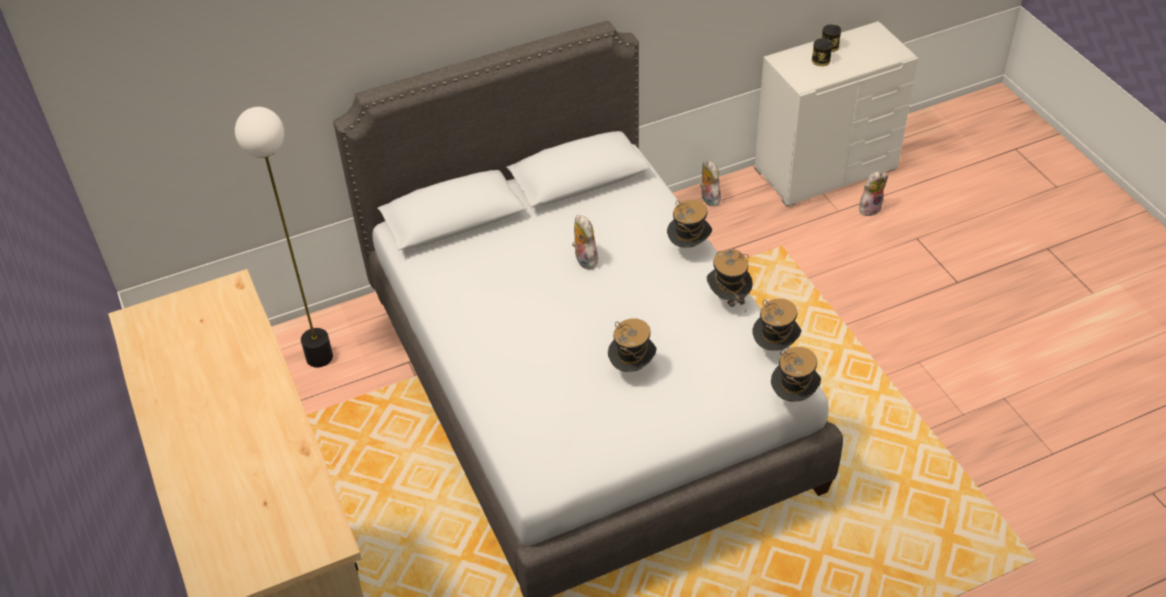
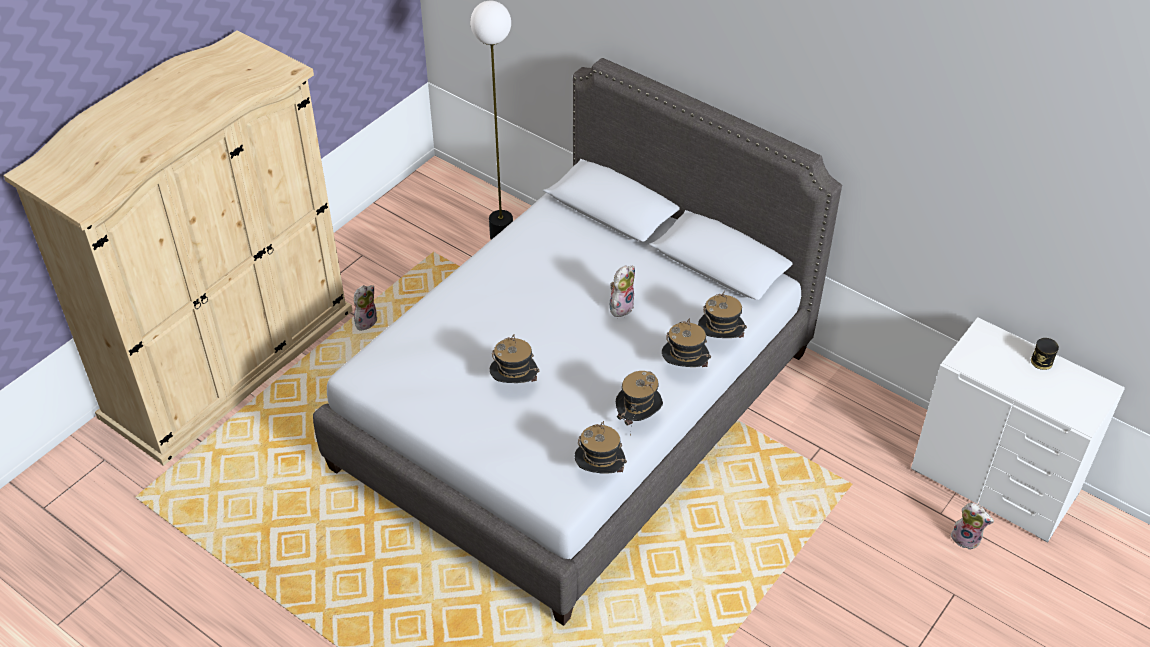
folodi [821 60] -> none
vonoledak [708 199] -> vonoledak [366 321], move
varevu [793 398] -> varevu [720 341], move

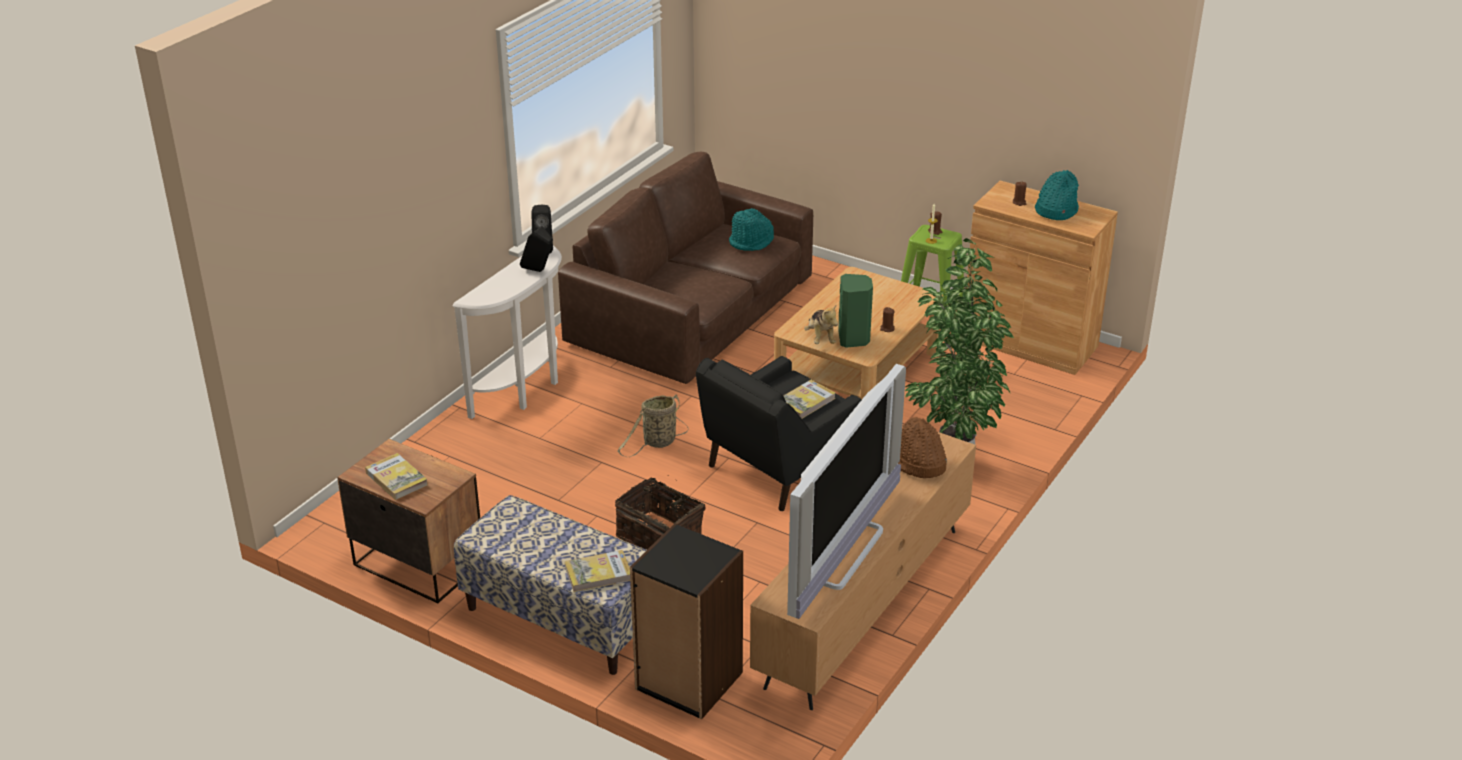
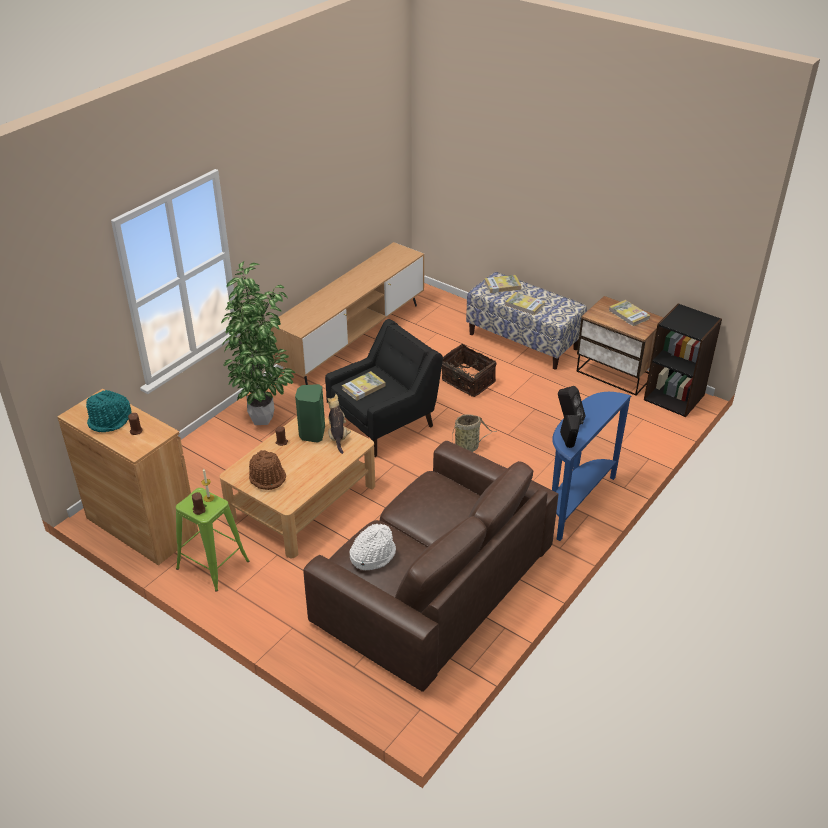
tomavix [843 552] -> none
none -> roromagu [524 305]
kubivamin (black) [688 681] -> kubivamin (black) [674 397], move
varevu (brown) [918 464] -> varevu (brown) [267 477], move
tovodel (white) [525 389] -> tovodel (blue) [575 502]
varevu (turquoise) [751 242] -> varevu (white) [372 555]

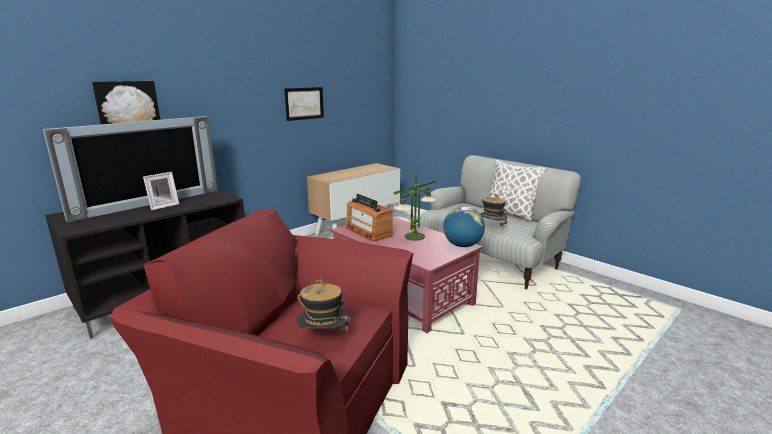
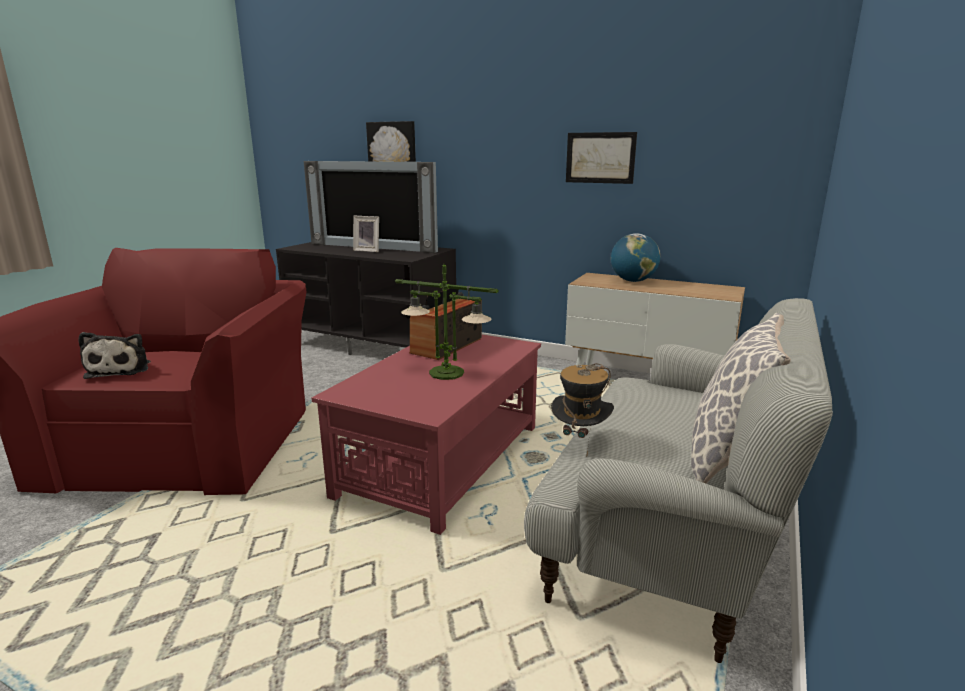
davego [462 245] -> davego [633 281], move
varevu [323 341] -> vonoledak [121 369]

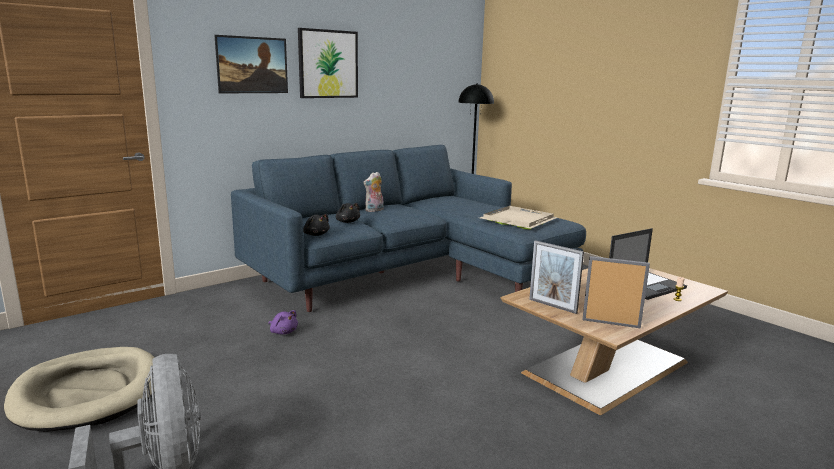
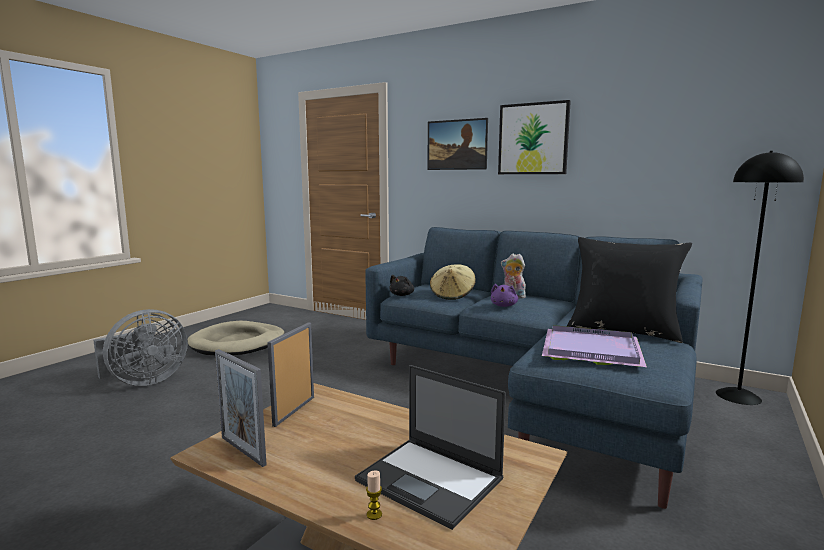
none -> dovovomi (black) [623 330]
vonoledak (purple) [283 332] -> vonoledak (purple) [504 306], move
vonoledak (black) [347 222] -> varevu (beige) [452 295]
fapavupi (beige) [518 220] -> fapavupi (purple) [589 350]
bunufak [611 323] -> bunufak [243 451], 135 degrees clockwise

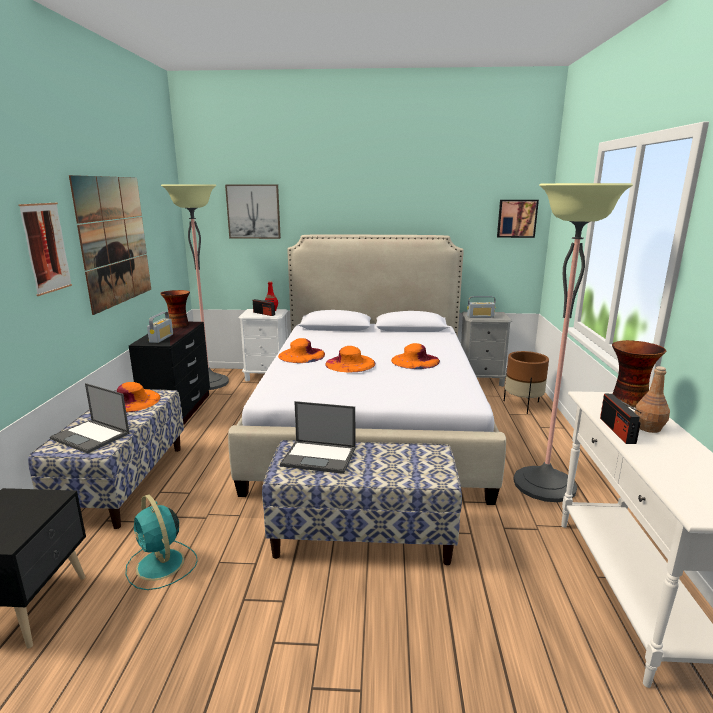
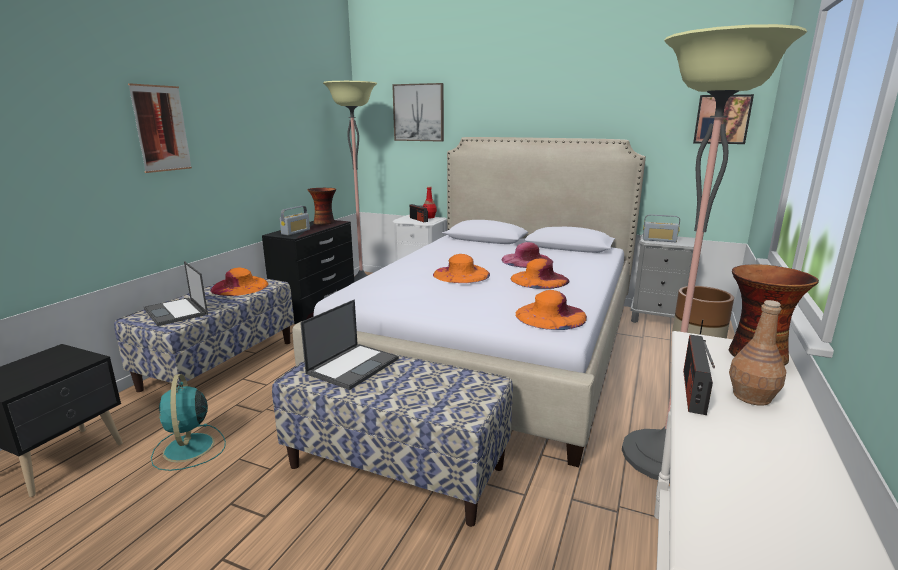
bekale [114 241] -> none
none -> varevu (pink) [527 260]
varevu (orange) [301 355] -> varevu (orange) [550 315], move
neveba [320 457] -> neveba [353 365], 90 degrees counterclockwise

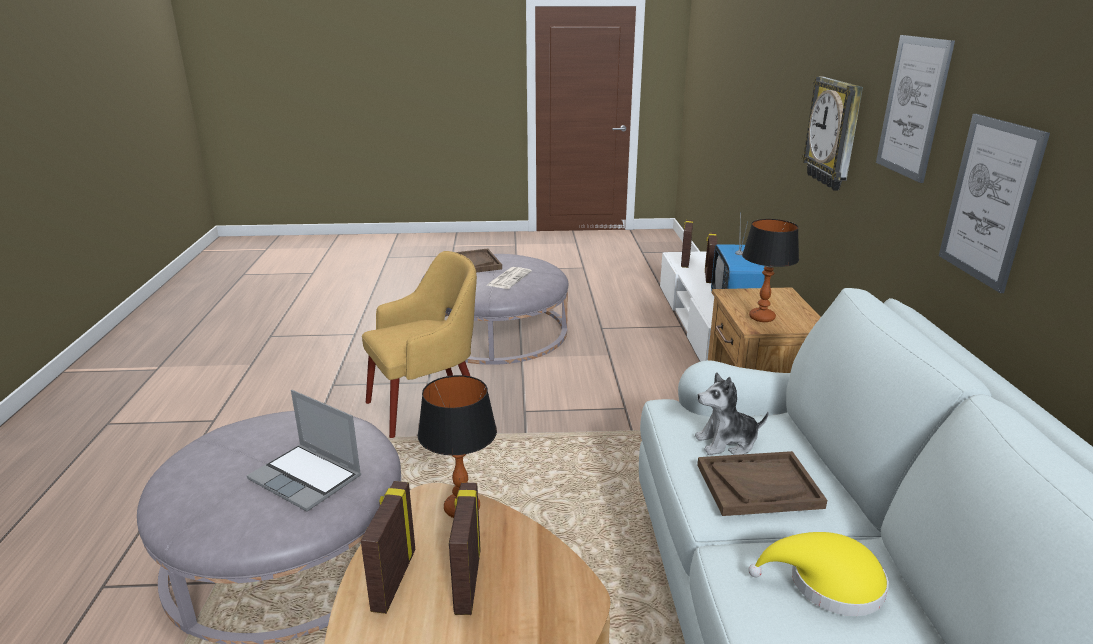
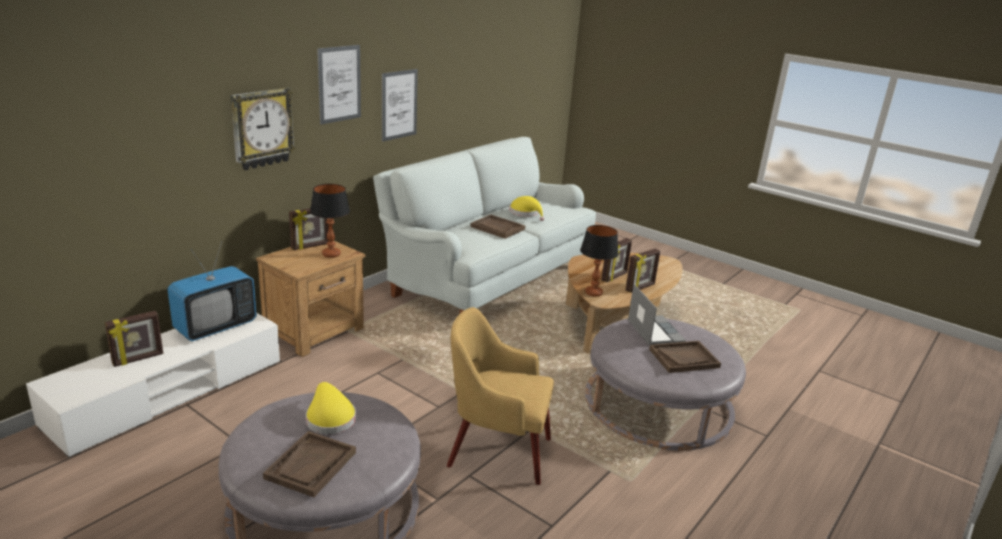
vonoledak [727 443] -> none
none -> fapavupi (brown) [684 358]
bunufak [685 261] -> bunufak [310 246], move
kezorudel [509 278] -> varevu (yellow) [329 418]

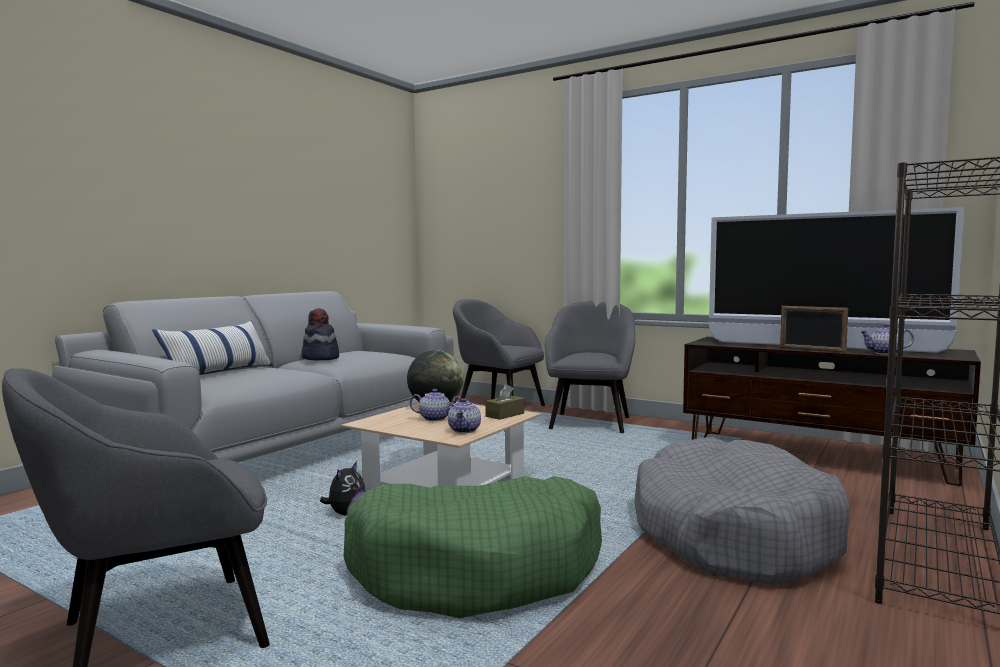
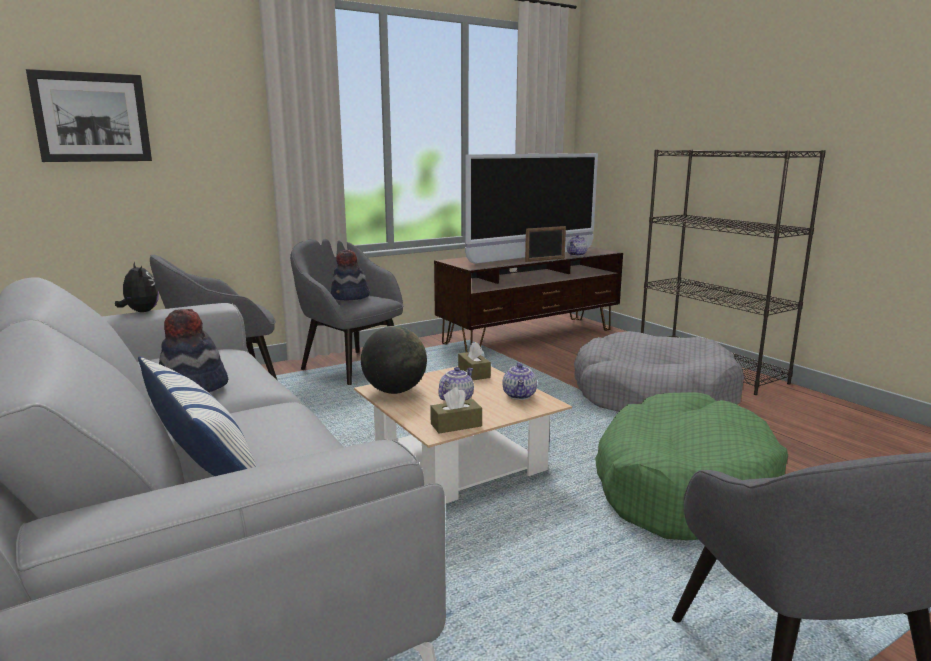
none -> bekale [92 117]
none -> varevu [350 297]
none -> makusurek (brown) [456 425]
vonoledak [346 513] -> vonoledak [140 312], move
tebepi [465 430] -> tebepi [520 395], 60 degrees clockwise

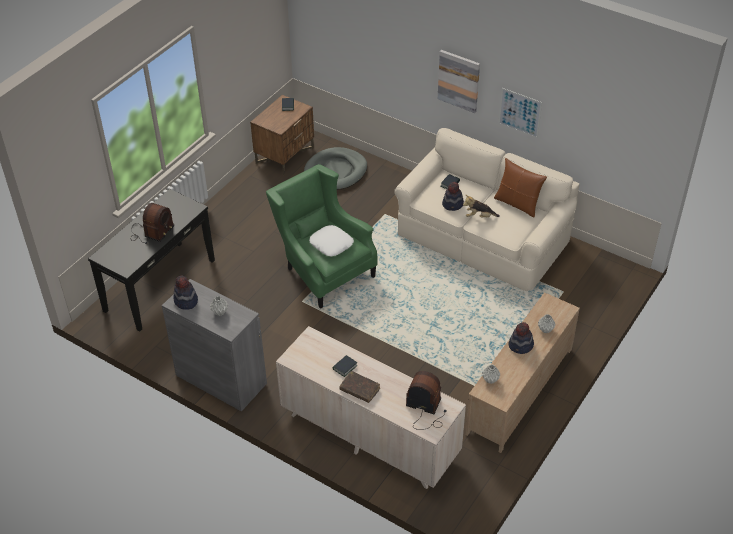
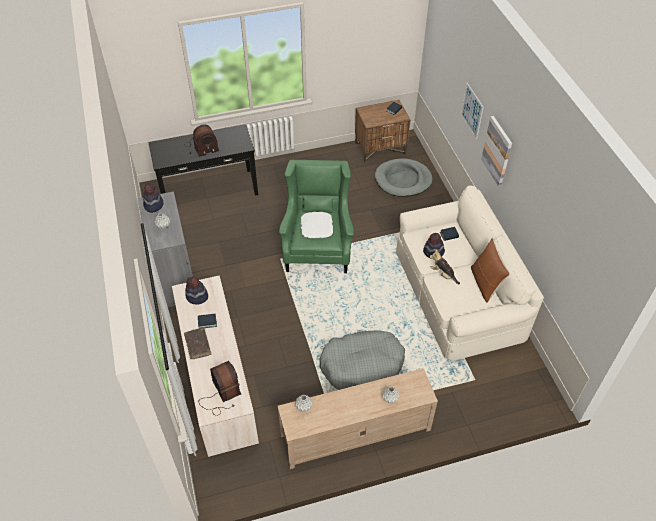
none -> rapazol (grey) [362 366]
bekale [520 112] -> bekale [471 110], move
varevu [521 346] -> varevu [197 297], move

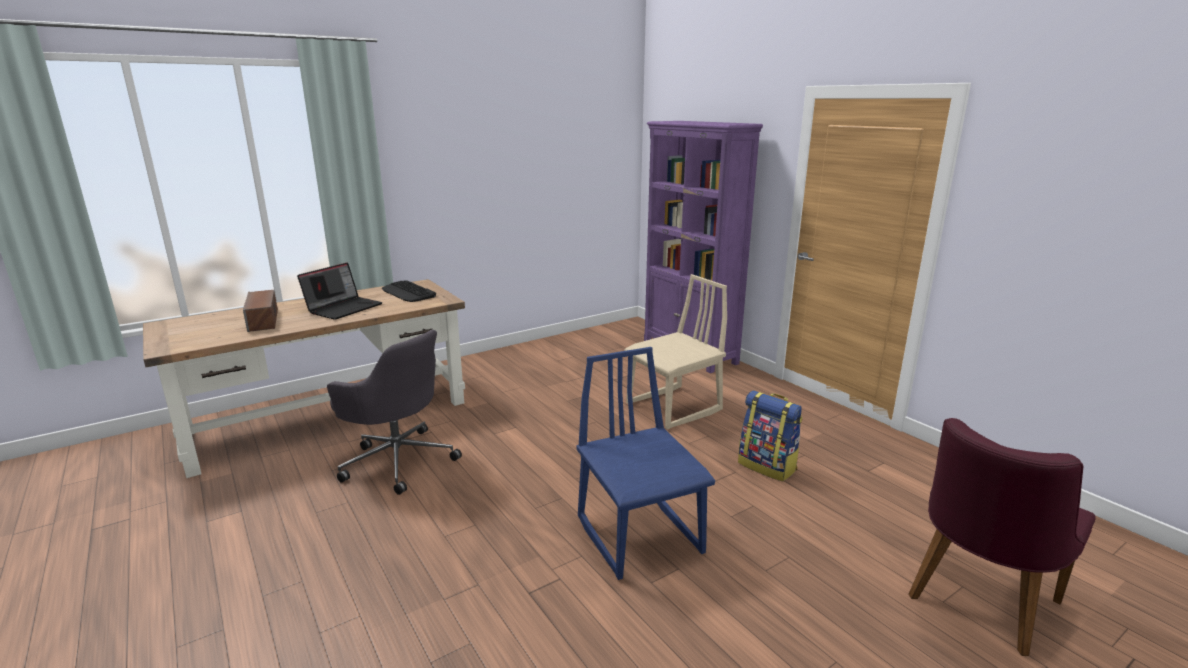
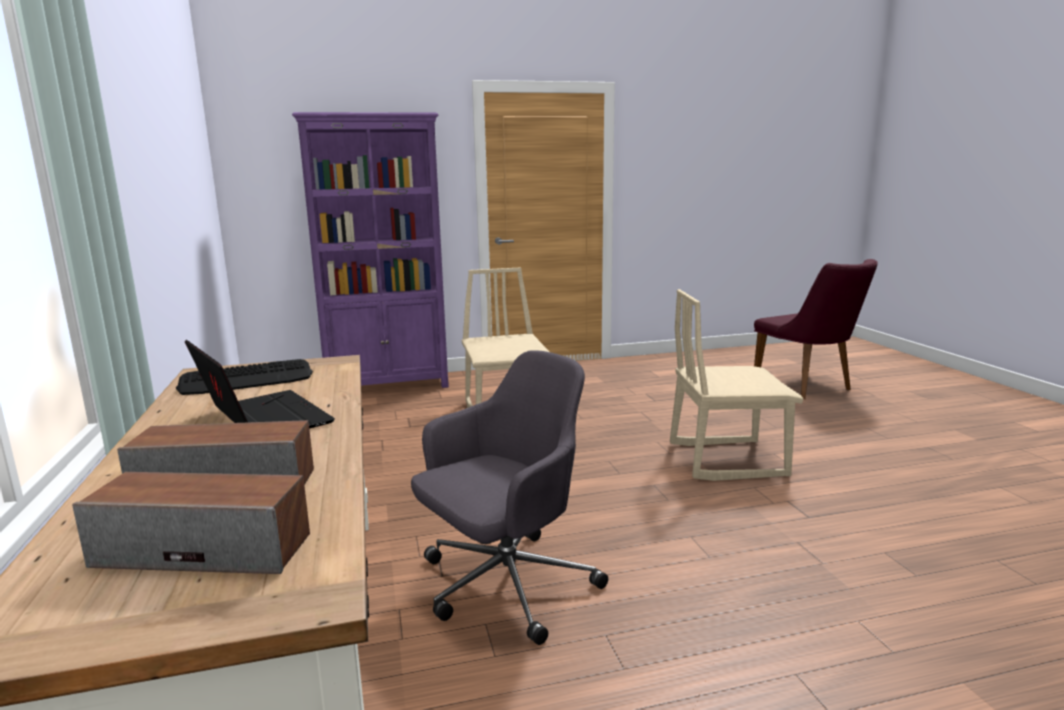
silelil [767 466] -> none
none -> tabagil [204 549]
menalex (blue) [640 535] -> menalex (beige) [726 459]

